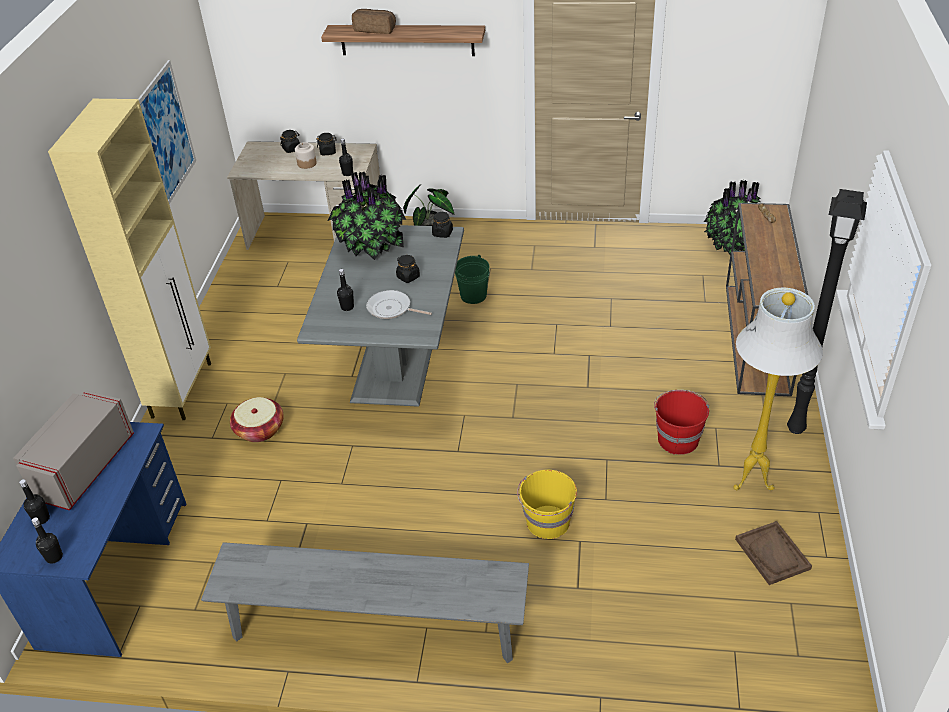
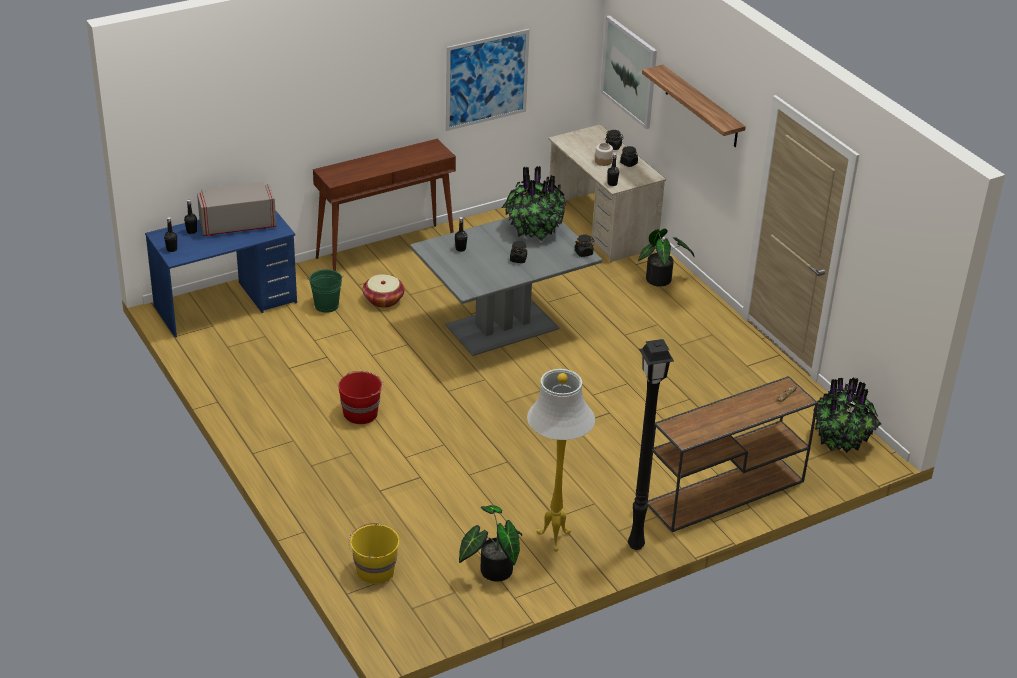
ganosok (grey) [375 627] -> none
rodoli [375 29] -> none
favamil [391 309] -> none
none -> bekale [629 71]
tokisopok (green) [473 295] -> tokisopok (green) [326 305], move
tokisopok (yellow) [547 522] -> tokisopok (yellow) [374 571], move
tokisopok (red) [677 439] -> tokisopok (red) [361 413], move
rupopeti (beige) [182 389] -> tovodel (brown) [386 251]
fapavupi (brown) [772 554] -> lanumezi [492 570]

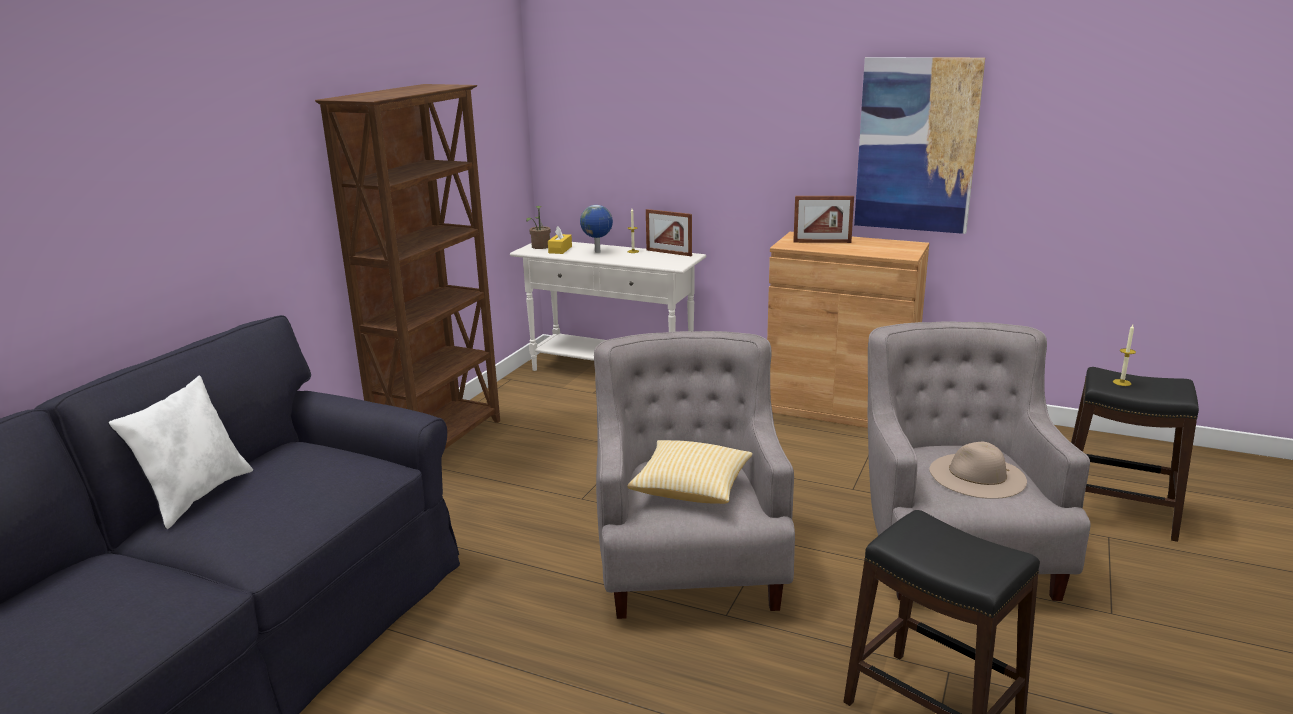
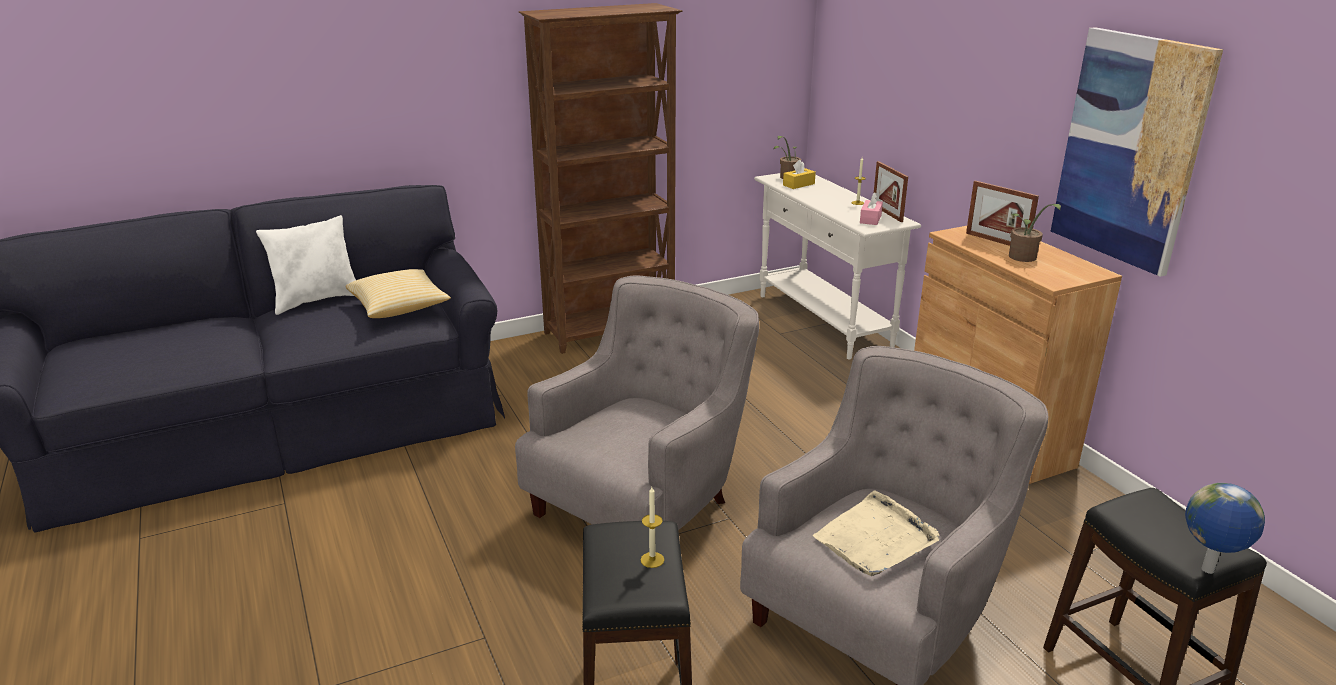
none -> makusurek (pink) [870 219]
none -> lanumezi [1024 258]
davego [598 252] -> davego [1208 571], move
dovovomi [691 488] -> dovovomi [399 308], move
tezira [1122 382] -> tezira [652 560], move
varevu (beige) [977 475] -> fapavupi (beige) [875 539]

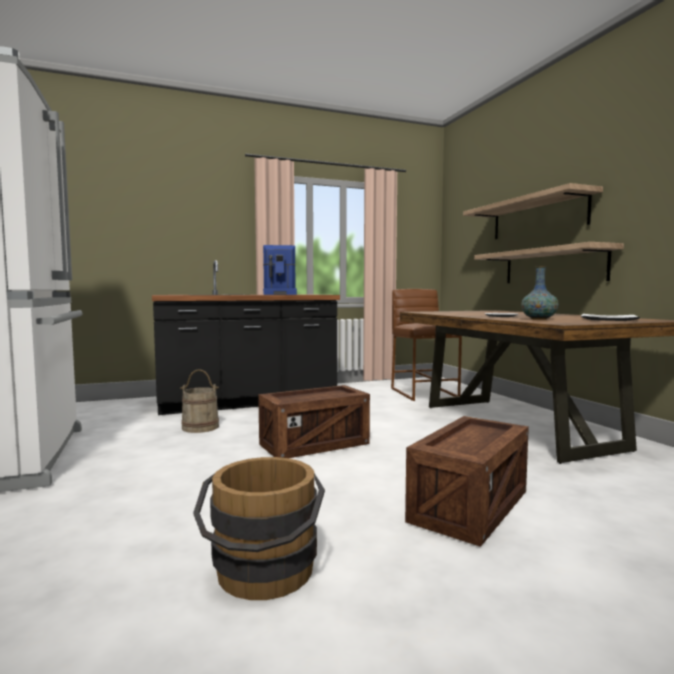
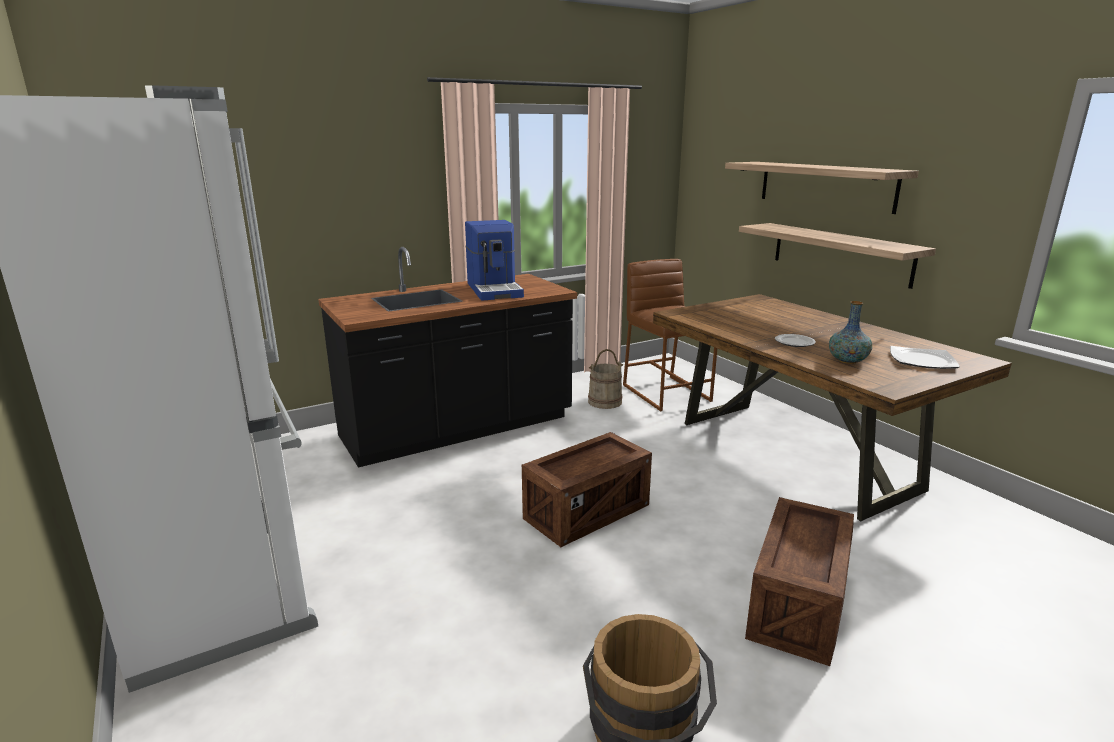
tokisopok (beige) [200 427] -> tokisopok (beige) [605 402], move

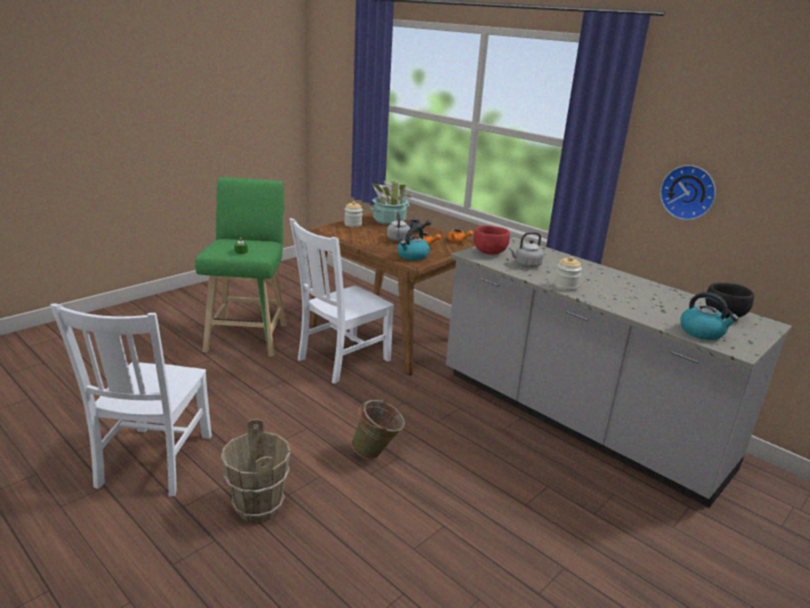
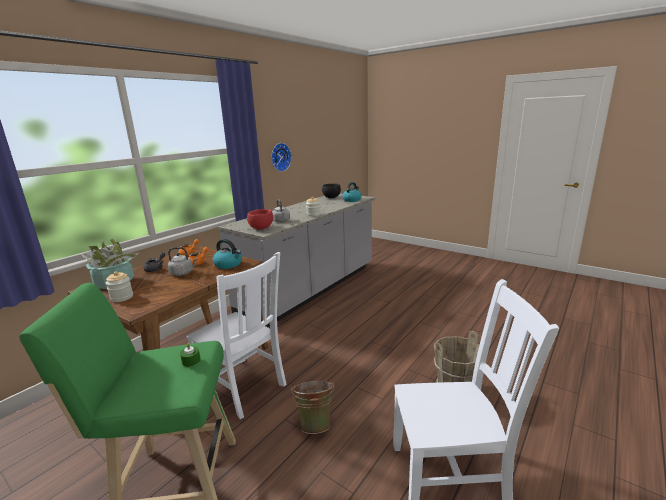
tokisopok (green) [377 454] -> tokisopok (green) [315 423], move

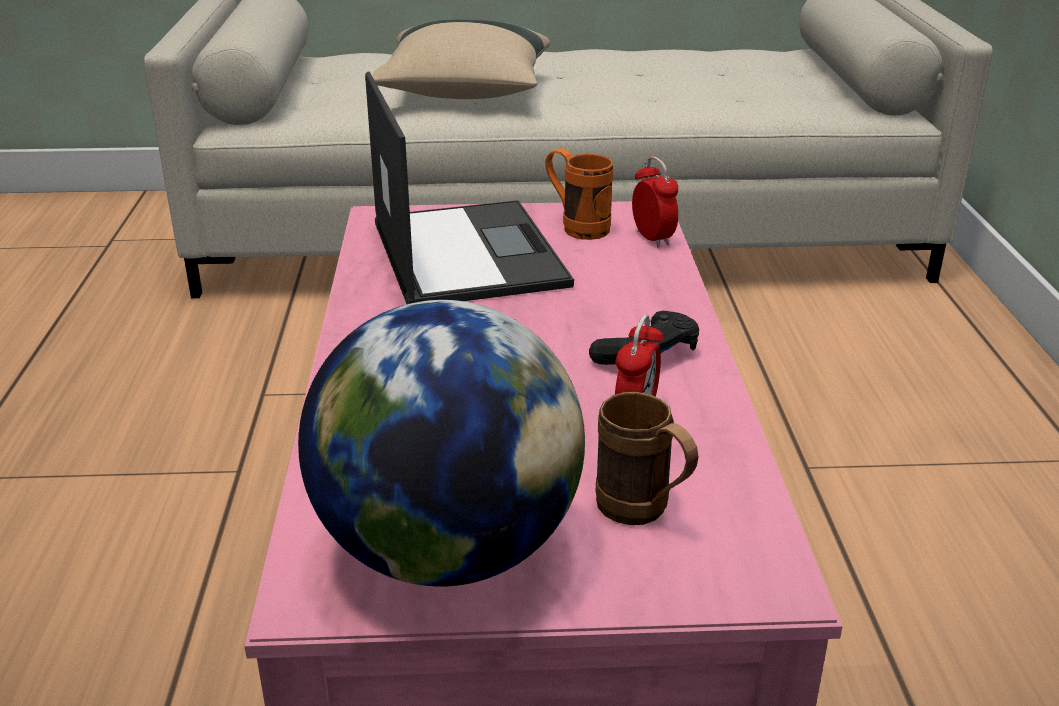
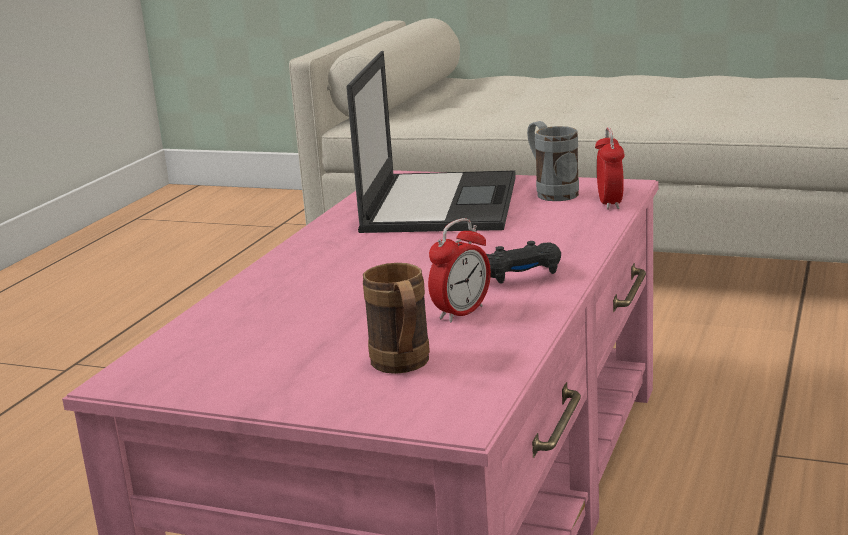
davego [448 550] -> none
dovovomi (beige) [464 94] -> none
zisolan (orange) [577 227] -> zisolan (grey) [551 192]

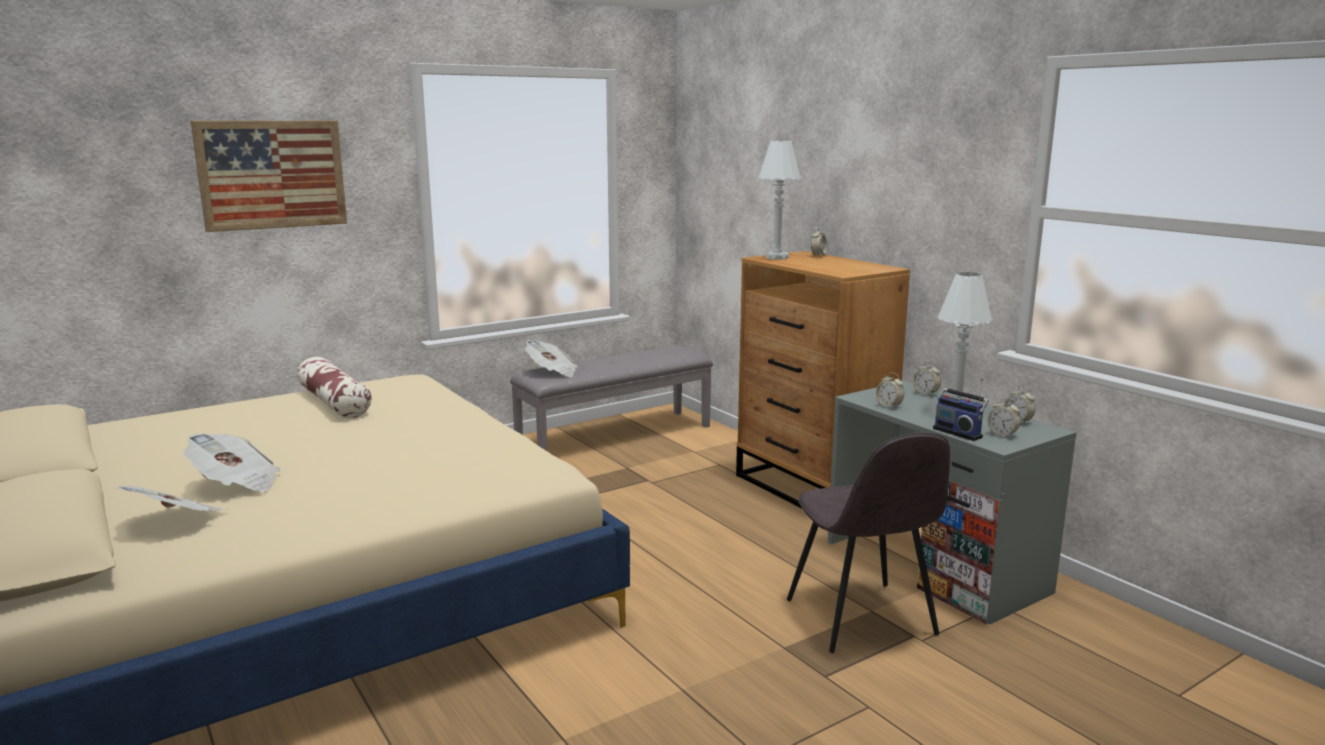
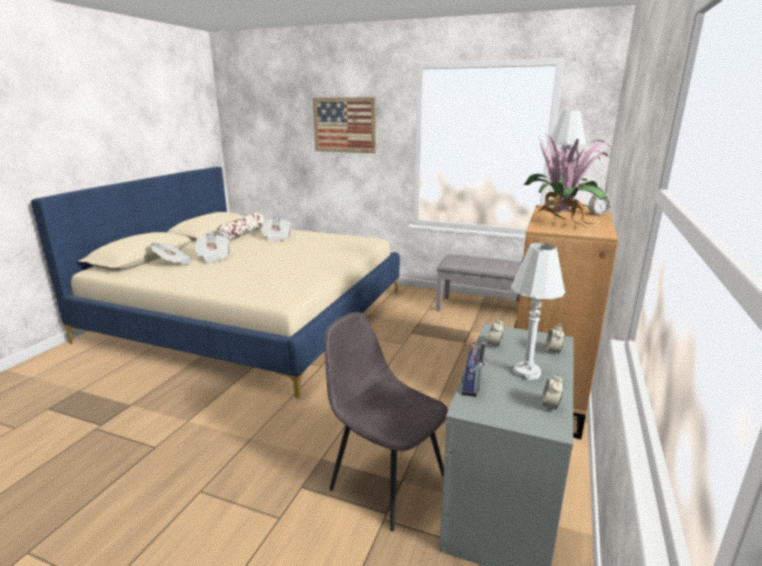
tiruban [1002 435] -> none
none -> lanumezi [560 223]
dovovomi [334 402] -> dovovomi [242 234], move
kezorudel [552 372] -> kezorudel [277 238], move
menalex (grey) [862 619] -> menalex (grey) [385 480], 90 degrees clockwise

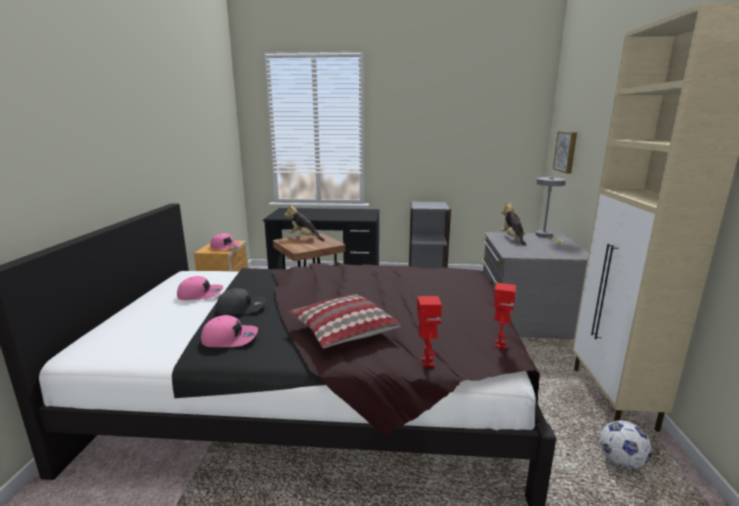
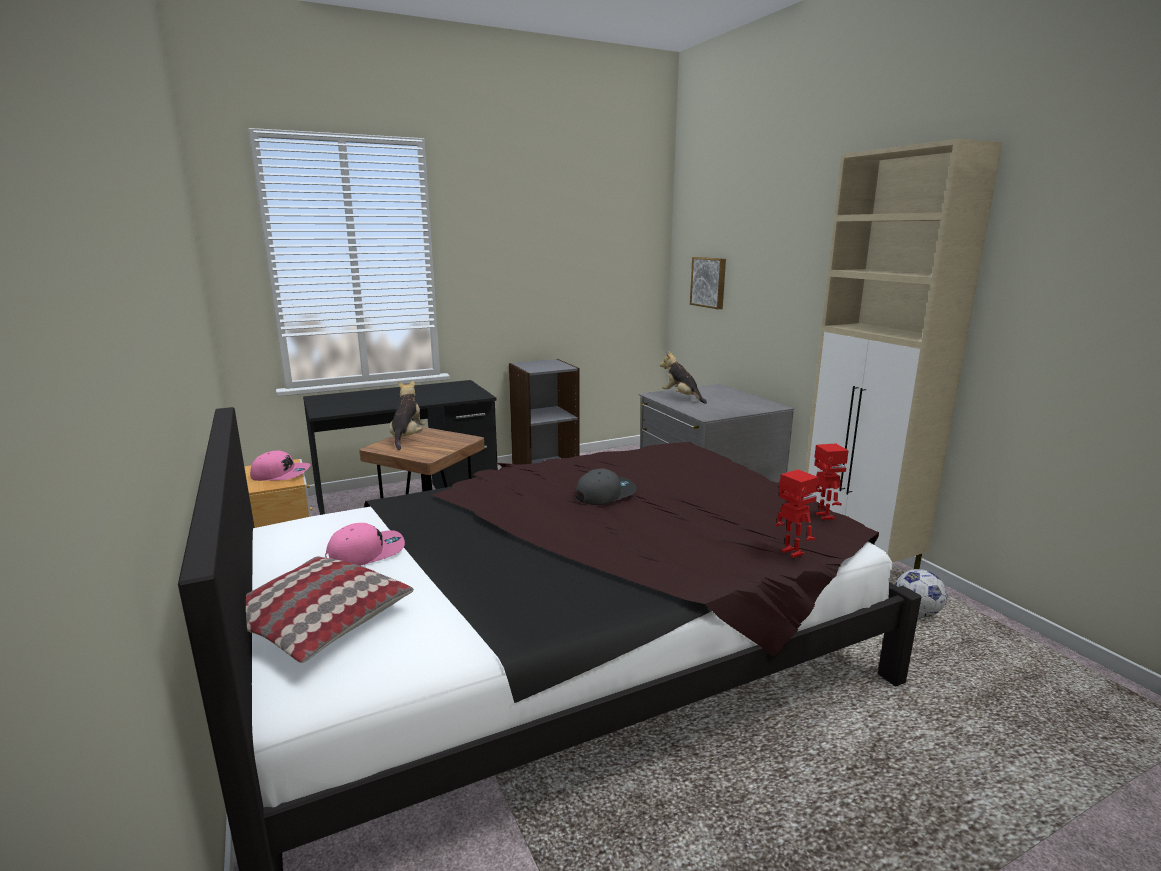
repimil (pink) [230 338] -> none
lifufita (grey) [546 236] -> none
repimil (grey) [241 308] -> repimil (grey) [605 494], move
dovovomi [342 331] -> dovovomi [315 623], move
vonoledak [304 238] -> vonoledak [407 438], 90 degrees clockwise

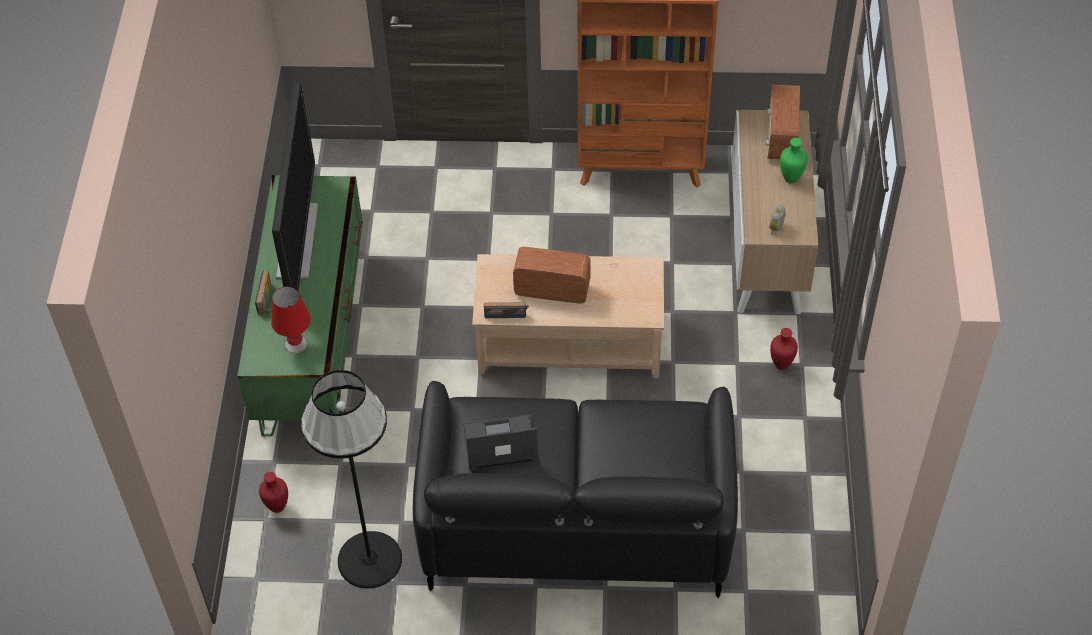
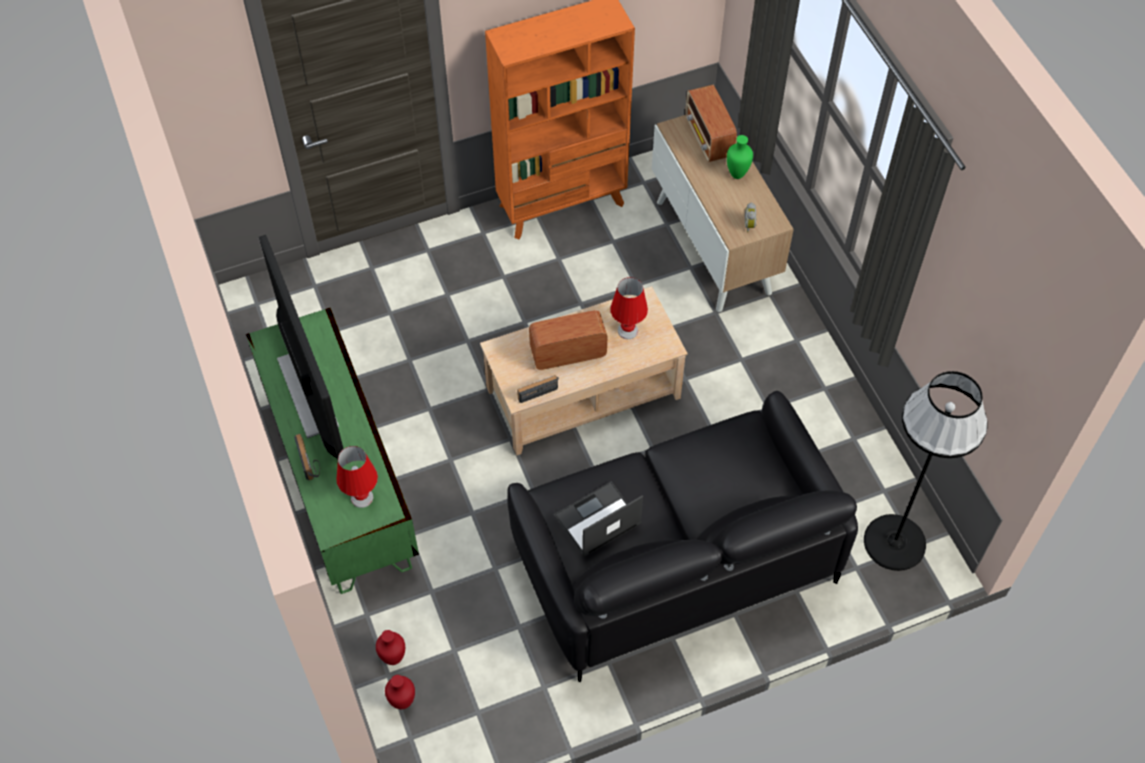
none -> lifufita (red) [628 330]
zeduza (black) [369 560] -> zeduza (black) [894 542], move
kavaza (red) [780 365] -> kavaza (red) [402 703], move

